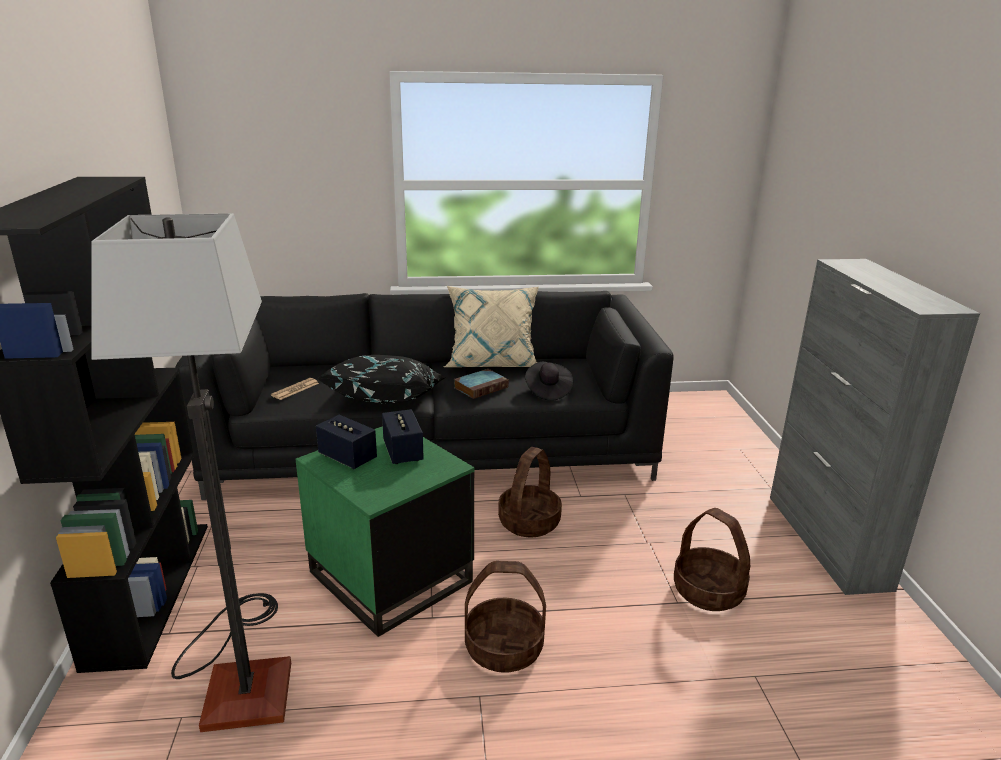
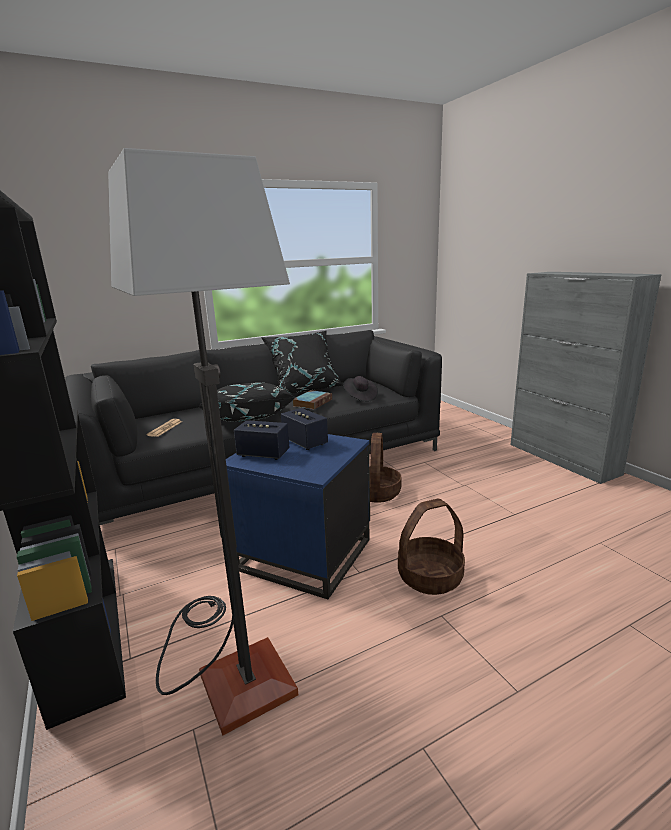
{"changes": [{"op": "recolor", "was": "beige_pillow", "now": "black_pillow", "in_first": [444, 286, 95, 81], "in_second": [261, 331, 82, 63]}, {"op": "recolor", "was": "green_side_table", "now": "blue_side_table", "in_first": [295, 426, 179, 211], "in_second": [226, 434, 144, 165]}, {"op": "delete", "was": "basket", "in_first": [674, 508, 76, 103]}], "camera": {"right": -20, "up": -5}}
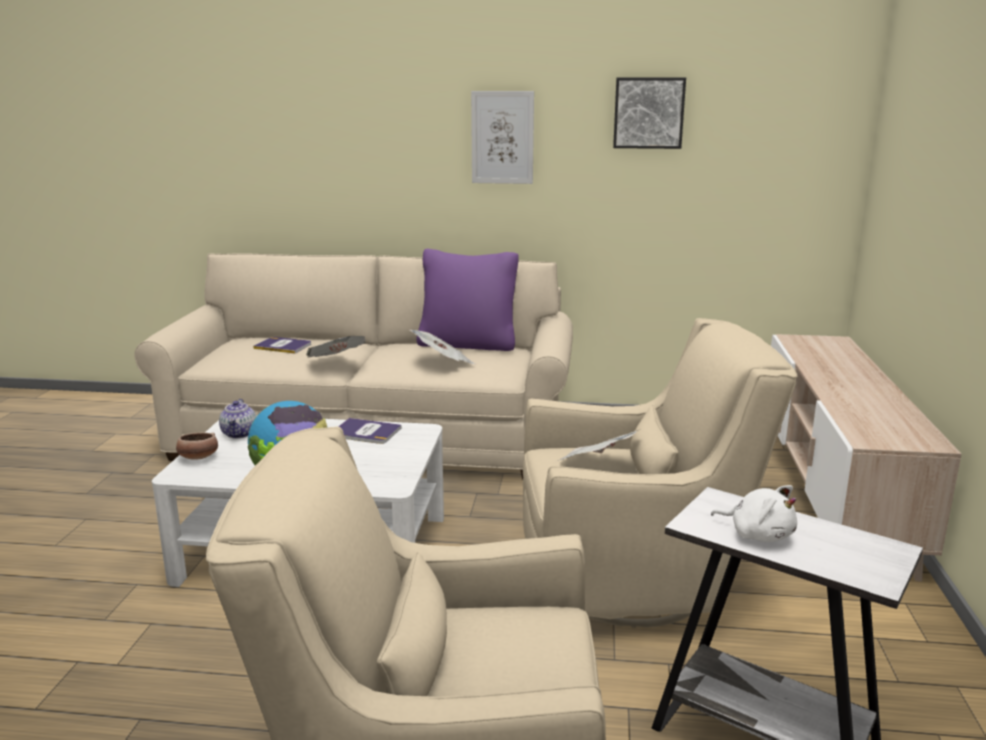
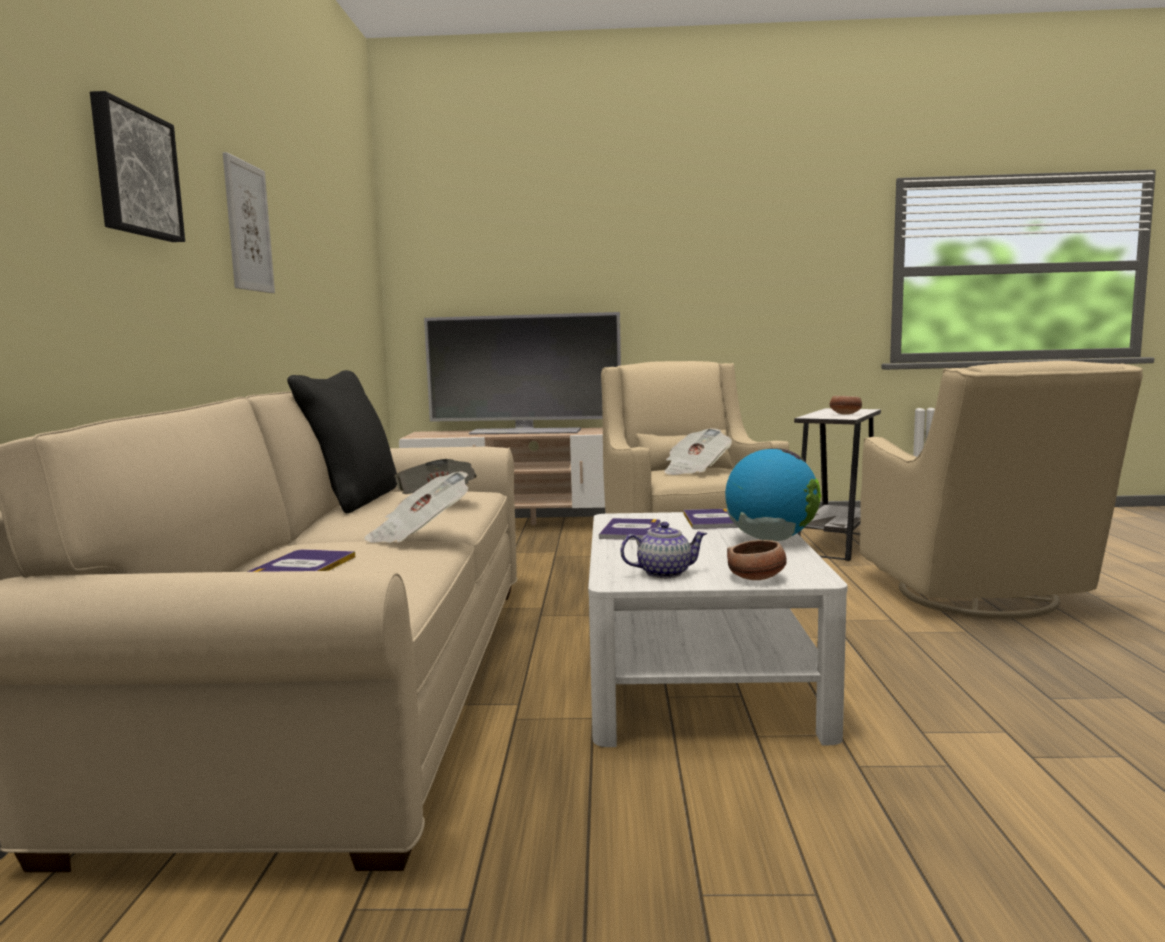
{"changes": [{"op": "move", "was": "picture", "in_first": [613, 78, 73, 71], "in_second": [90, 91, 95, 151]}, {"op": "recolor", "was": "purple_pillow", "now": "black_pillow", "in_first": [416, 249, 103, 102], "in_second": [287, 370, 110, 143]}, {"op": "replace", "was": "white_plush_toy", "now": "bowl", "in_first": [711, 485, 86, 57], "in_second": [830, 396, 32, 19]}, {"op": "insert", "now": "television", "in_second": [424, 312, 197, 122]}, {"op": "insert", "now": "book", "in_second": [683, 509, 55, 20]}], "camera": {"right": -95, "up": -10}}
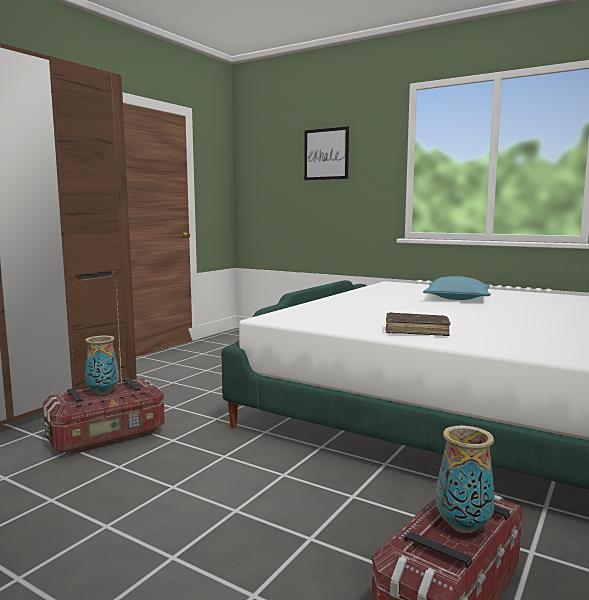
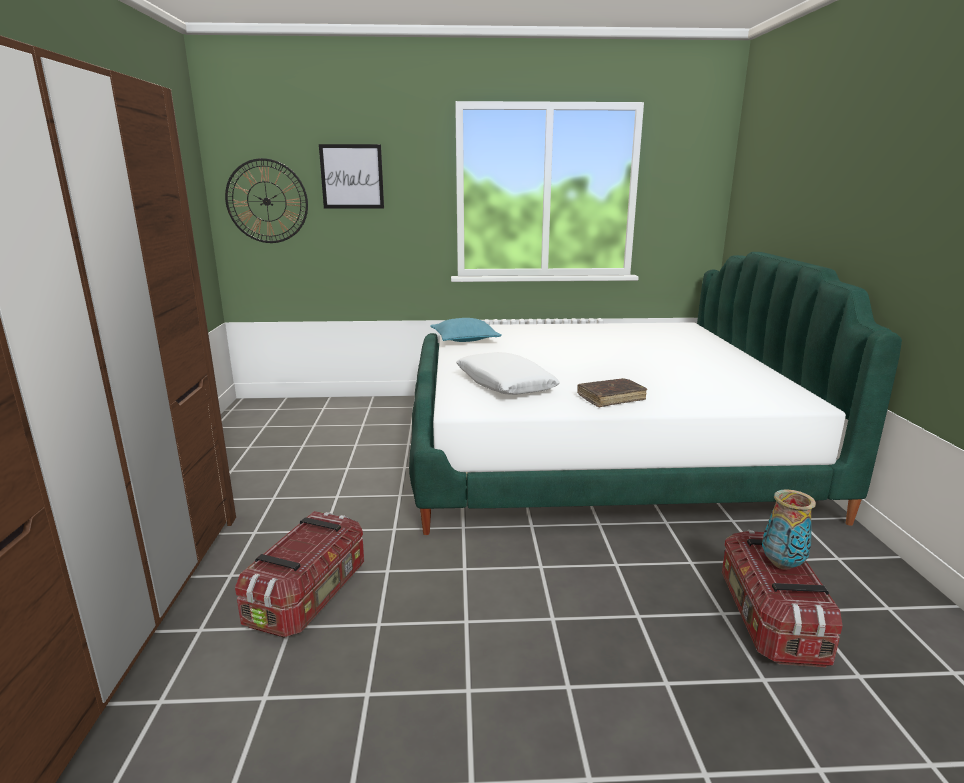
{"changes": [{"op": "move", "was": "turquoise_pillow", "in_first": [423, 276, 68, 24], "in_second": [430, 318, 72, 24]}, {"op": "delete", "was": "vase", "in_first": [85, 336, 34, 59]}, {"op": "insert", "now": "wall_clock", "in_second": [225, 158, 83, 85]}, {"op": "insert", "now": "white_pillow", "in_second": [456, 352, 104, 43]}], "camera": {"right": -35, "up": 10}}
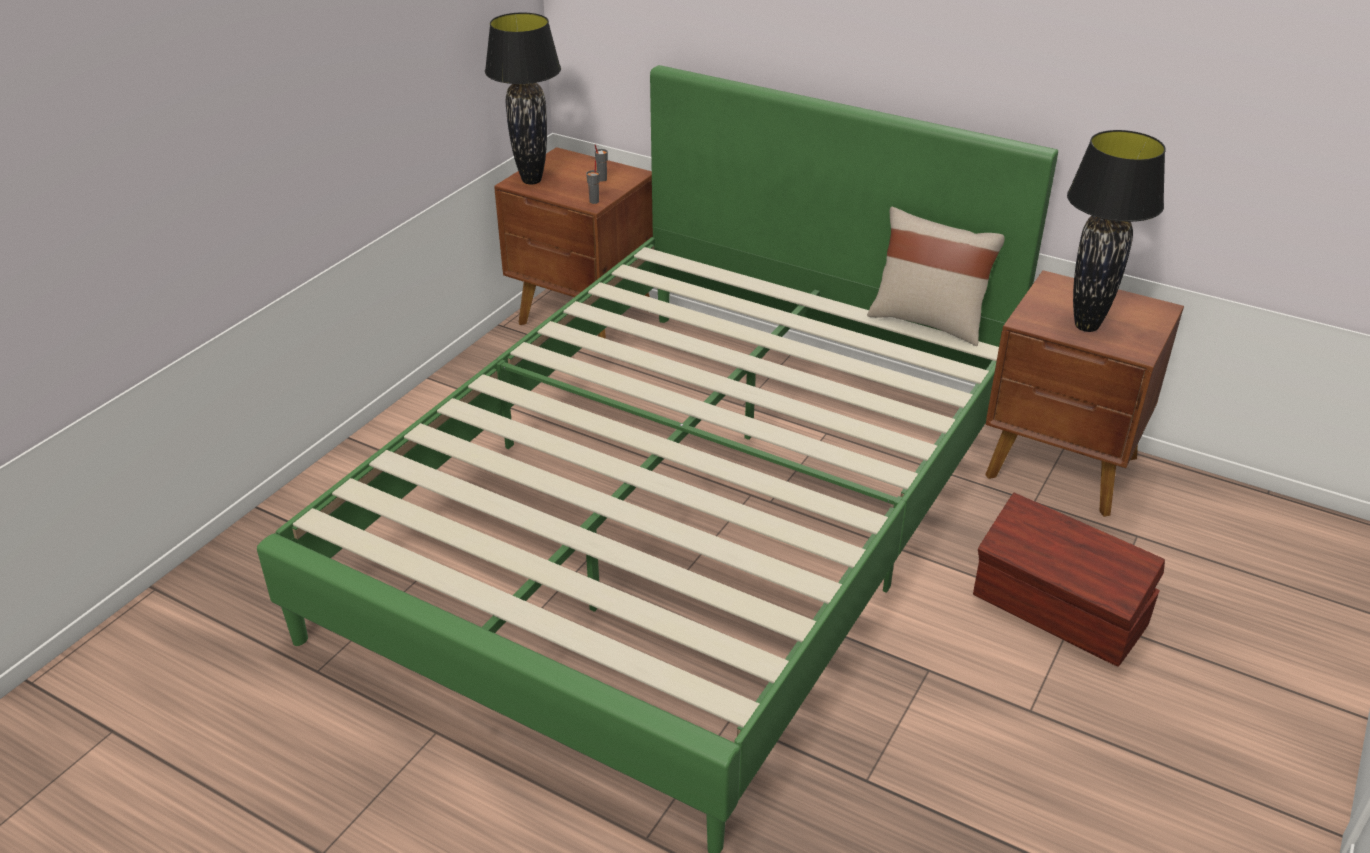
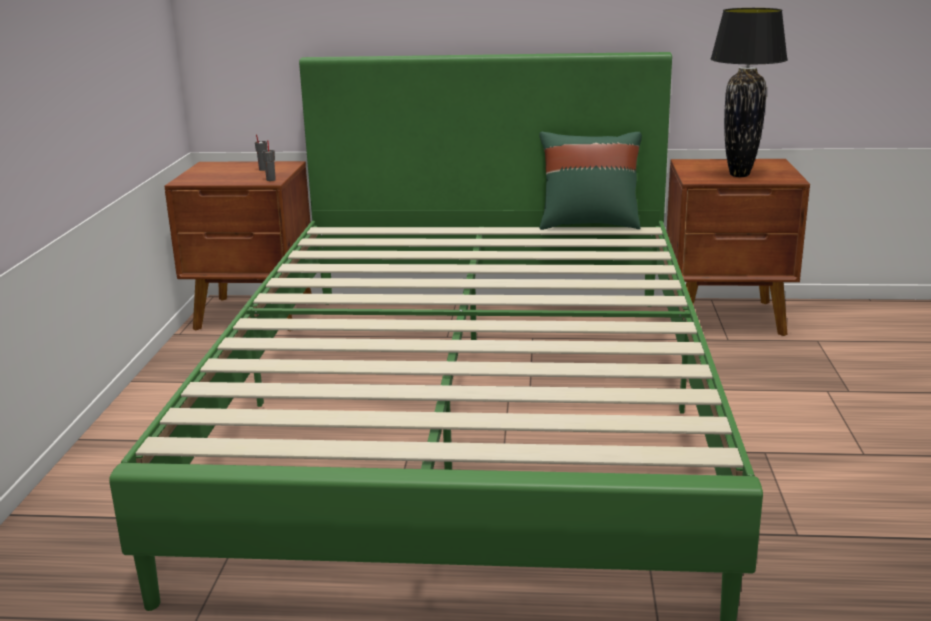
{"changes": [{"op": "delete", "was": "black_table_lamp", "in_first": [485, 13, 76, 171]}, {"op": "recolor", "was": "beige_pillow", "now": "green_pillow", "in_first": [867, 207, 138, 139], "in_second": [539, 132, 103, 98]}, {"op": "delete", "was": "brown_storage_box", "in_first": [973, 493, 192, 174]}], "camera": {"right": -25, "up": -15}}
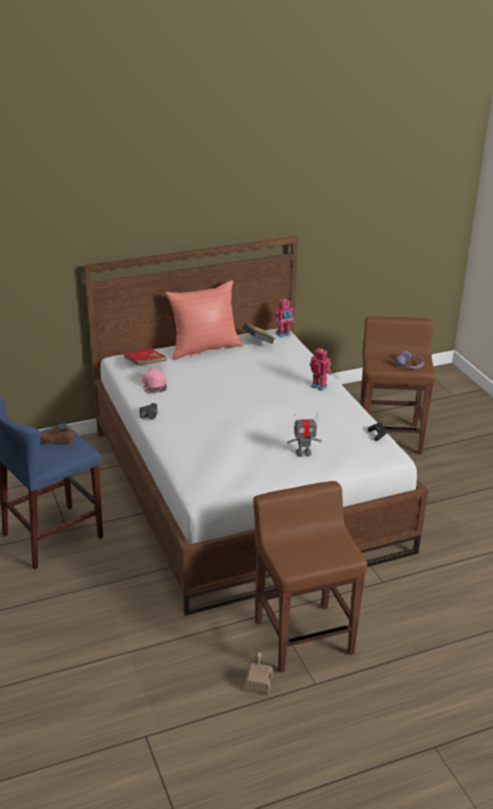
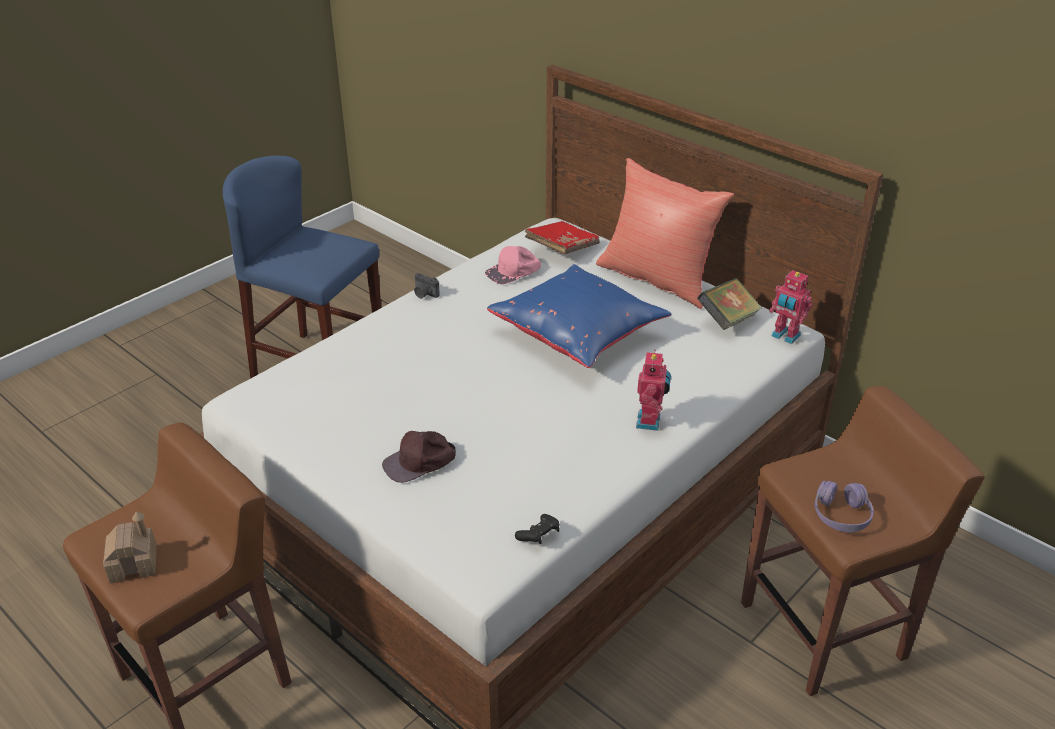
{"changes": [{"op": "replace", "was": "toy_robot", "now": "brown_cap", "in_first": [287, 414, 35, 43], "in_second": [382, 431, 74, 52]}, {"op": "delete", "was": "brown_shoe", "in_first": [40, 425, 34, 20]}, {"op": "move", "was": "toy_house", "in_first": [245, 652, 28, 43], "in_second": [103, 511, 54, 72]}, {"op": "insert", "now": "blue_pillow", "in_second": [487, 264, 185, 104]}], "camera": {"right": 65, "up": 5}}
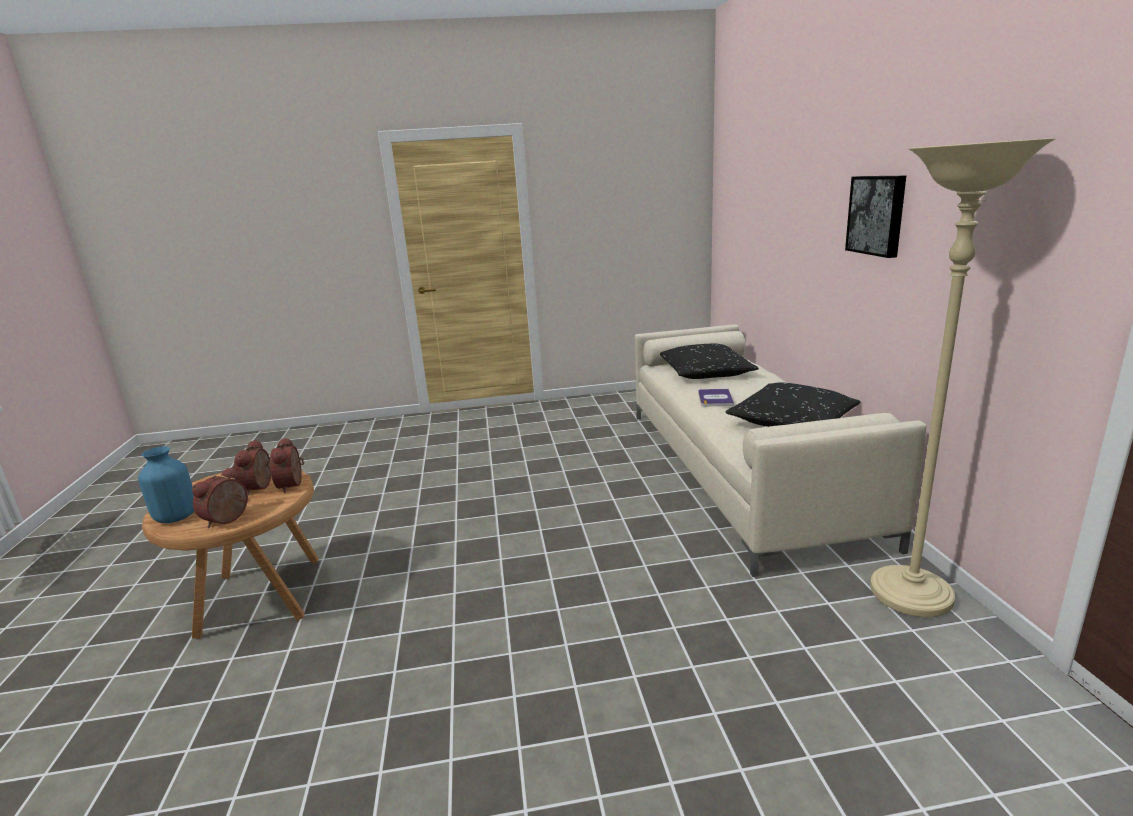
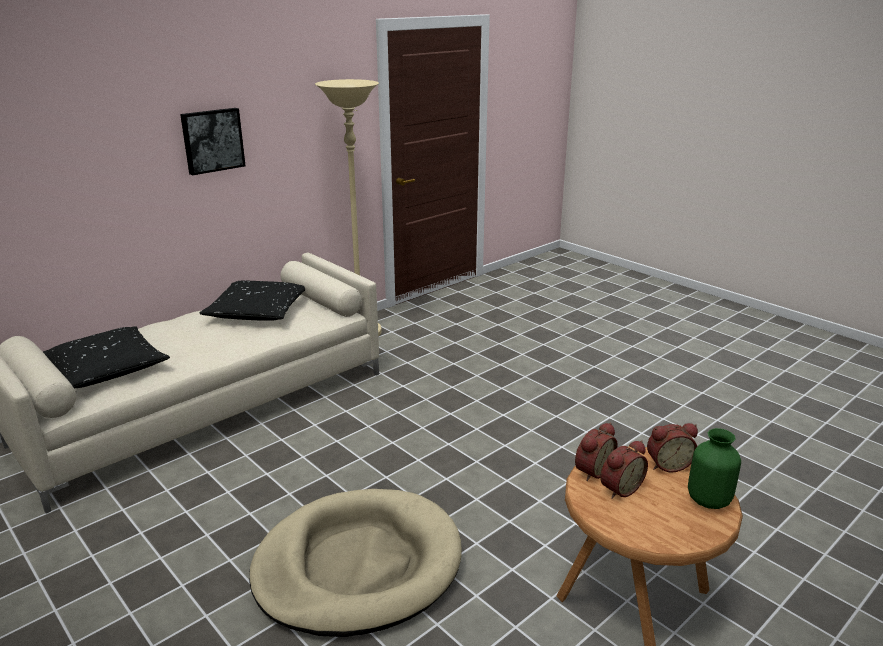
{"changes": [{"op": "delete", "was": "book", "in_first": [698, 389, 36, 17]}, {"op": "recolor", "was": "blue_vase", "now": "green_vase", "in_first": [138, 446, 56, 77], "in_second": [688, 428, 53, 81]}, {"op": "insert", "now": "beige_dog_bed", "in_second": [250, 489, 212, 148]}], "camera": {"right": -125, "up": 5}}
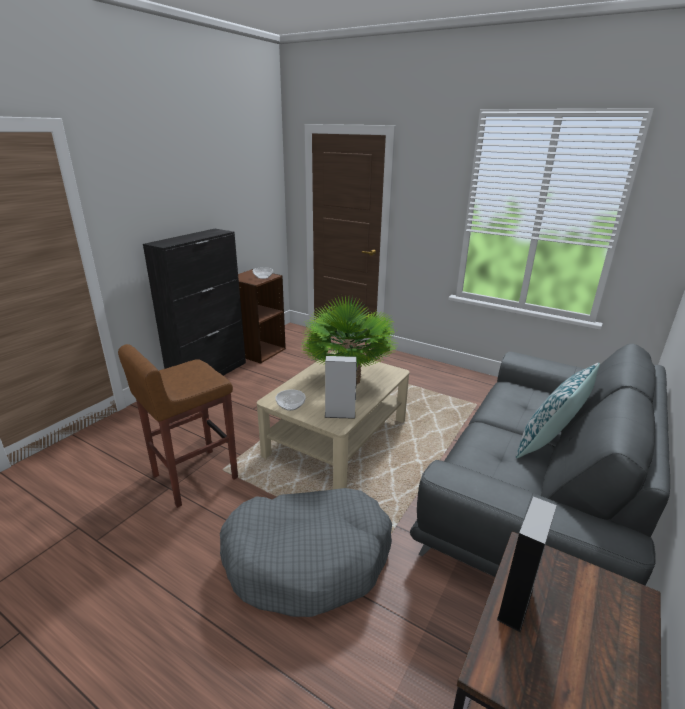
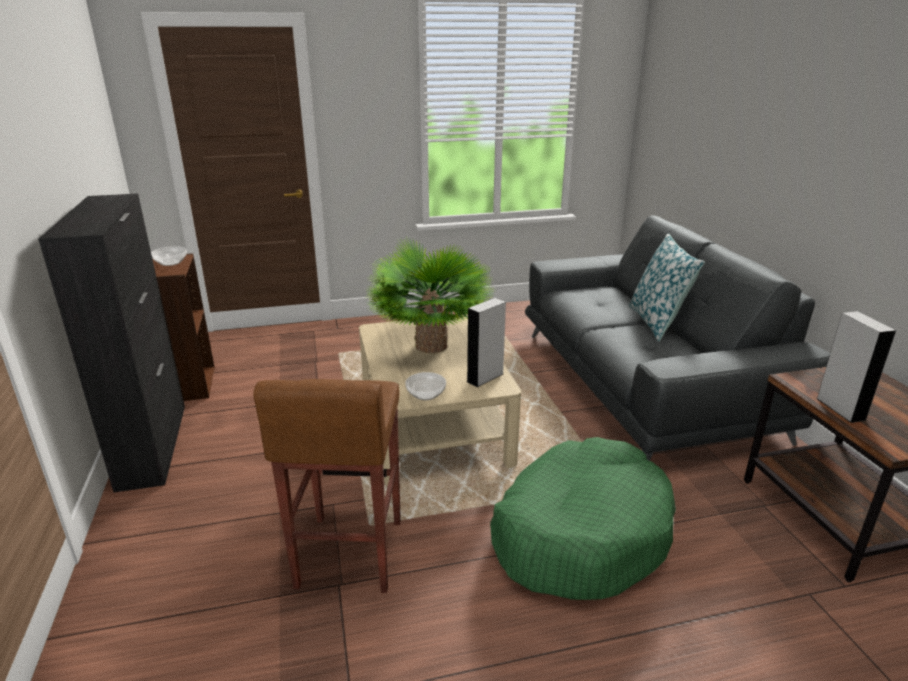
{"changes": [{"op": "recolor", "was": "grey_dog_bed", "now": "green_dog_bed", "in_first": [220, 488, 172, 129], "in_second": [490, 437, 186, 163]}], "camera": {"right": -45, "up": 0}}
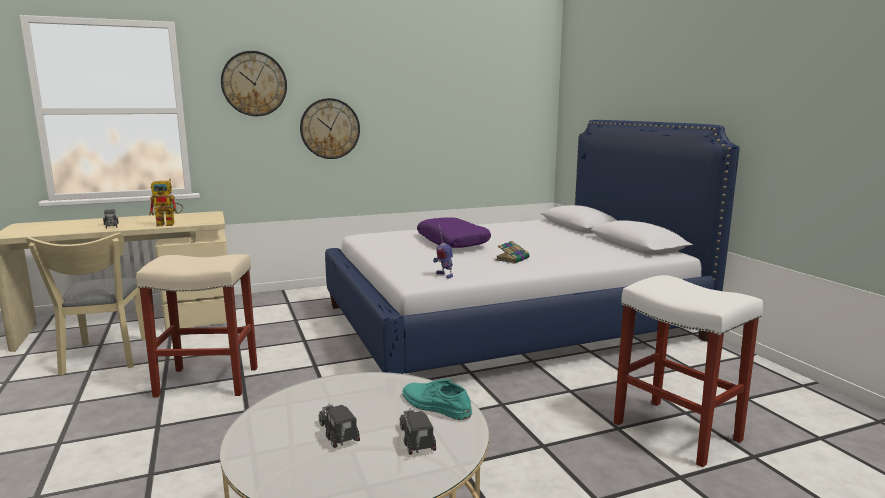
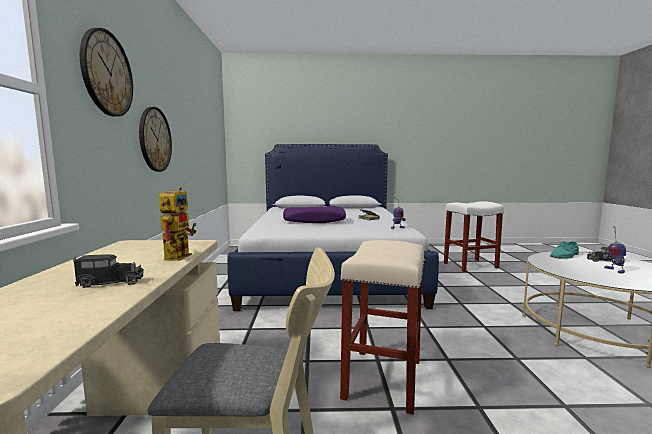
{"changes": [{"op": "replace", "was": "toy_truck", "now": "toy_robot", "in_first": [318, 404, 42, 44], "in_second": [603, 226, 23, 48]}], "camera": {"right": -70, "up": -5}}
